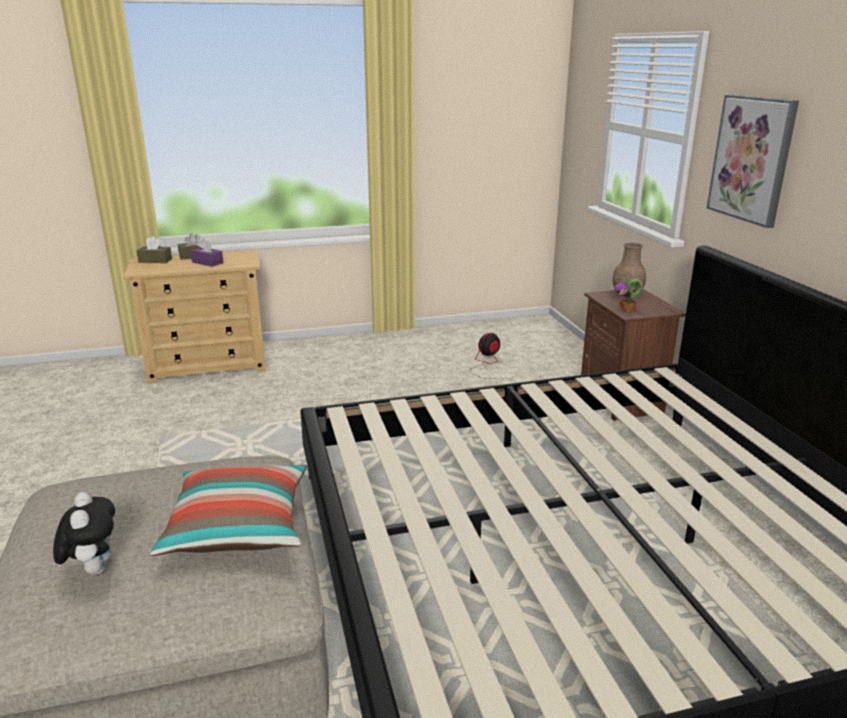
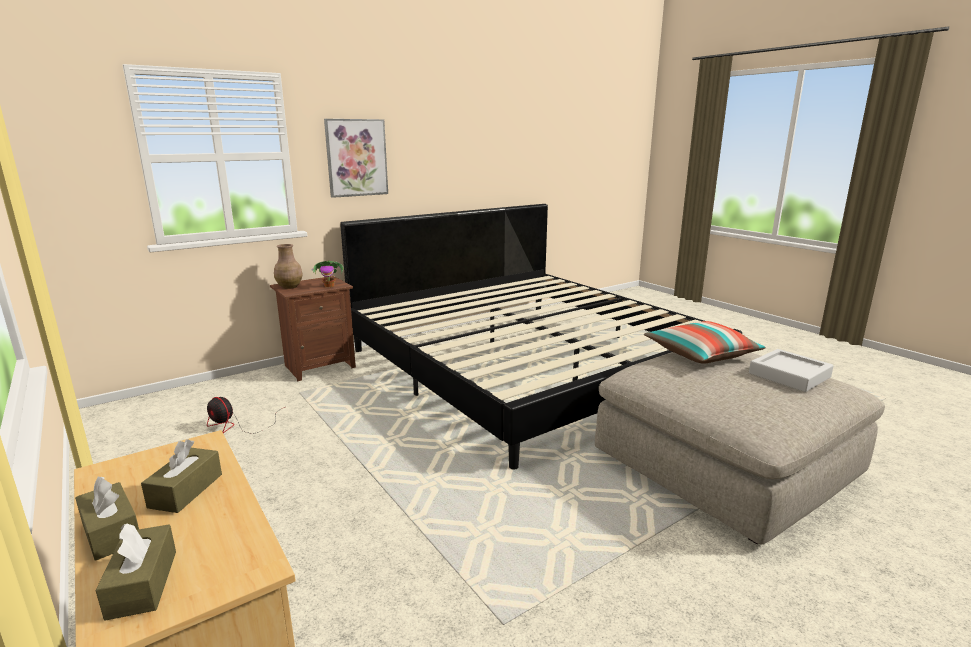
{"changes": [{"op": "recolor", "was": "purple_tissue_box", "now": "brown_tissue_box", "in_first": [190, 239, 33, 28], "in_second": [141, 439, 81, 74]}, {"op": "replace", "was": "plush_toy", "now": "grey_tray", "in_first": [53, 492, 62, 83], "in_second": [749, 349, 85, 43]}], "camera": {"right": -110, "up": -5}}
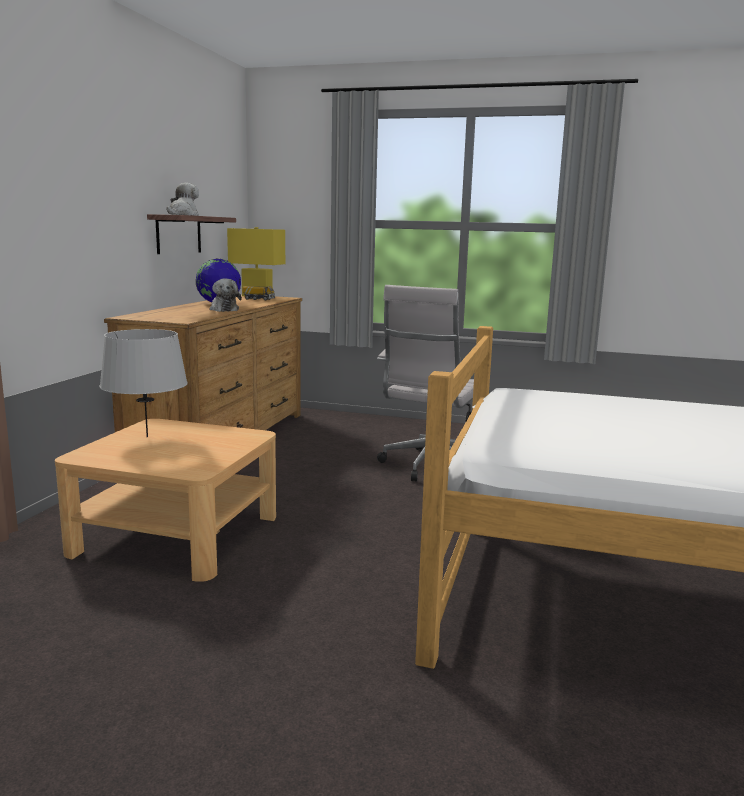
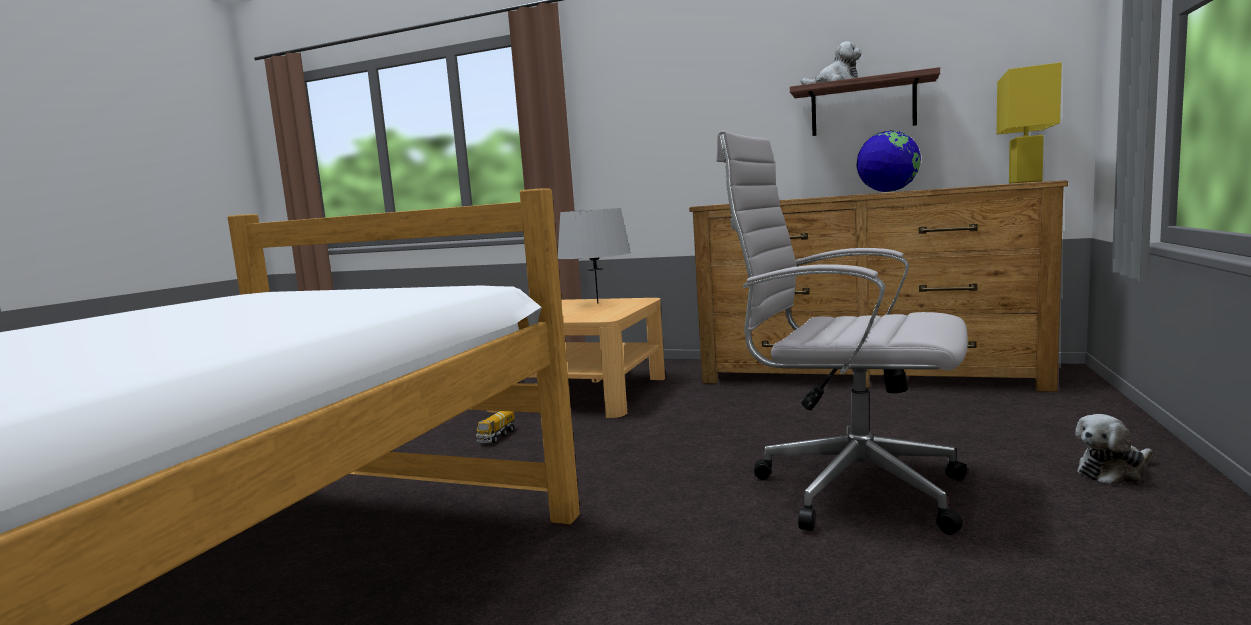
{"changes": [{"op": "move", "was": "plush_toy", "in_first": [209, 278, 33, 34], "in_second": [1075, 414, 77, 71]}, {"op": "move", "was": "toy_truck", "in_first": [243, 286, 32, 14], "in_second": [476, 411, 39, 32]}], "camera": {"right": 95, "up": -5}}
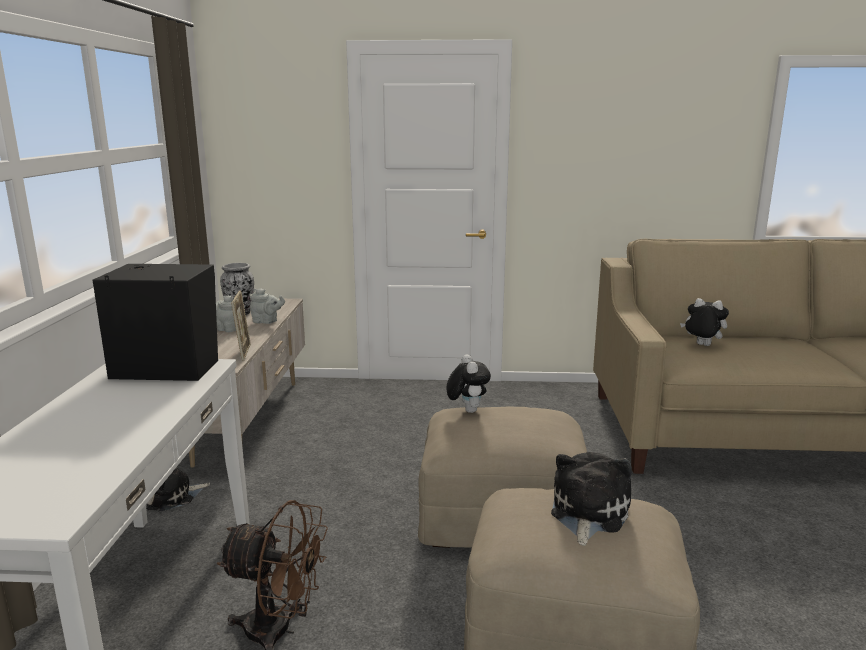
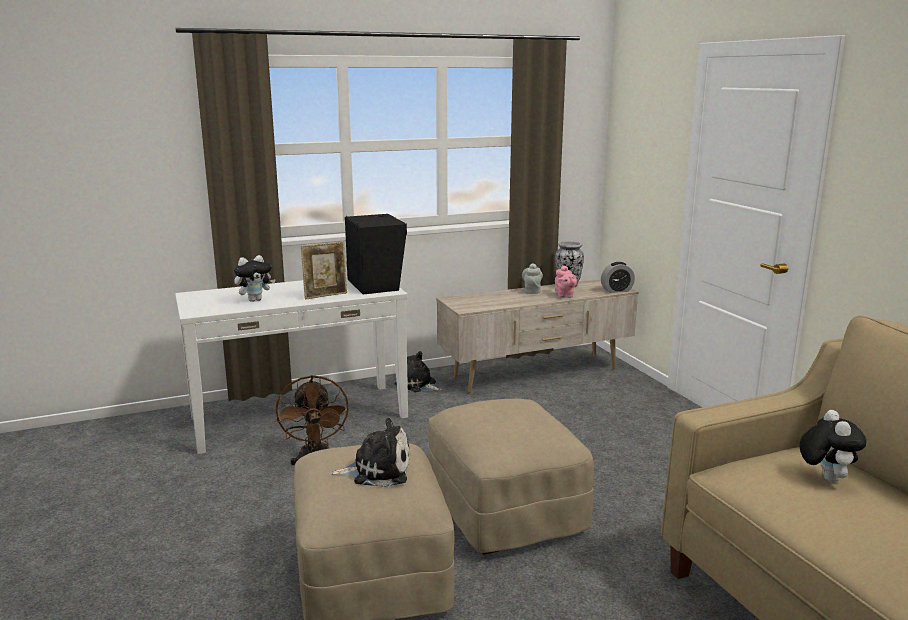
{"changes": [{"op": "recolor", "was": "grey_teapot", "now": "pink_teapot", "in_first": [250, 288, 35, 36], "in_second": [555, 265, 22, 33]}, {"op": "move", "was": "picture_frame", "in_first": [231, 290, 20, 71], "in_second": [301, 242, 46, 58]}, {"op": "move", "was": "plush_toy", "in_first": [446, 354, 45, 59], "in_second": [234, 255, 42, 47]}, {"op": "insert", "now": "alarm_clock", "in_second": [601, 262, 34, 31]}], "camera": {"right": 65, "up": 0}}
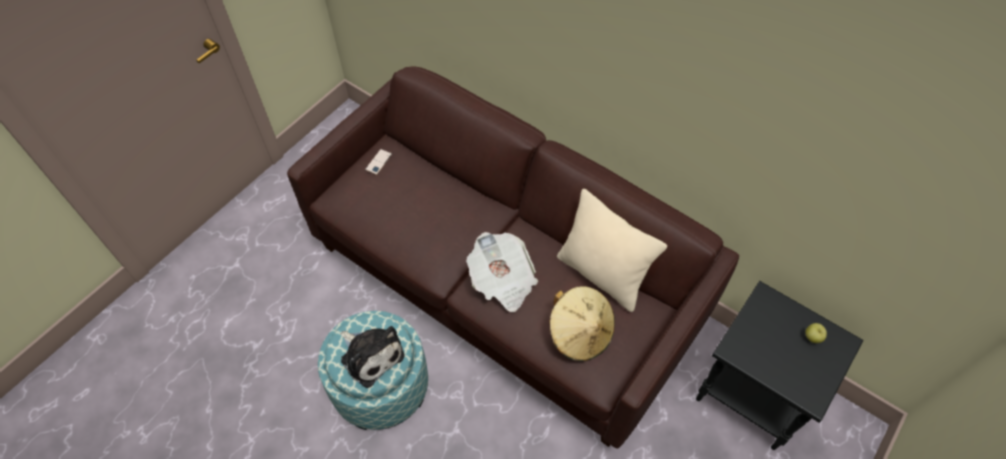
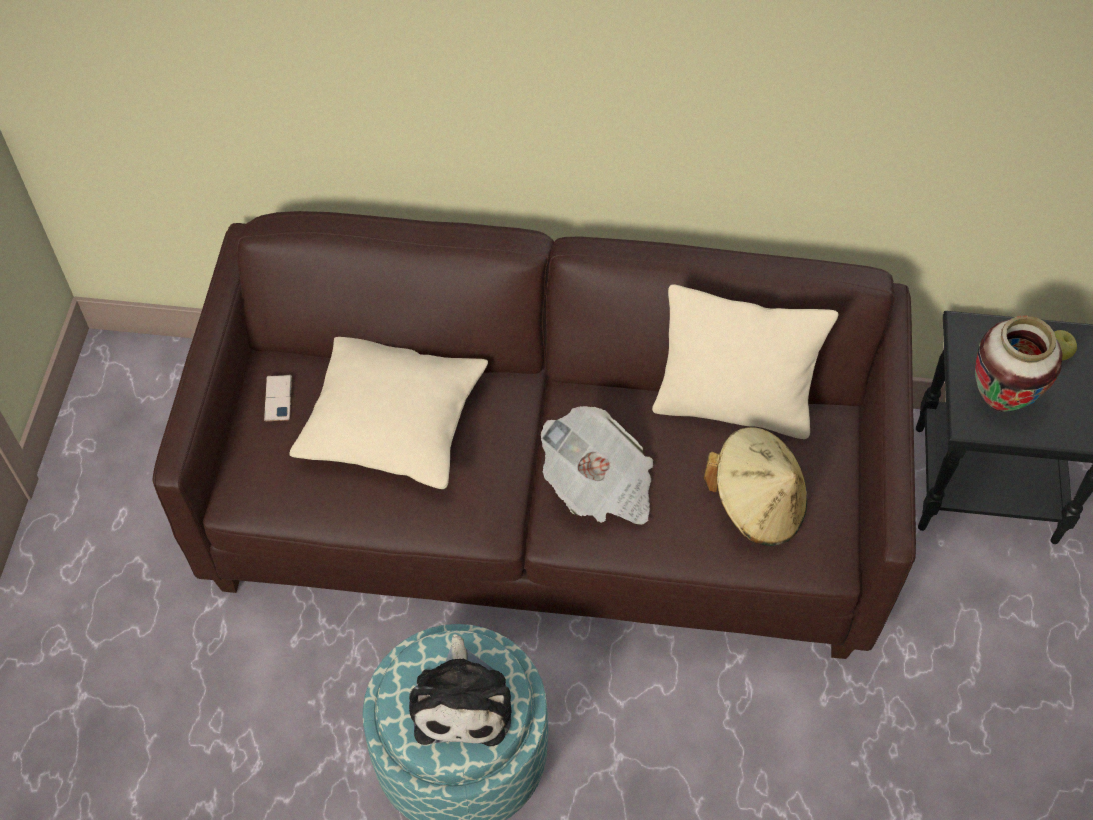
{"changes": [{"op": "rotate", "was": "plush_toy", "in_first": [340, 326, 64, 62], "in_second": [409, 634, 103, 112], "clockwise": 75}, {"op": "insert", "now": "vase", "in_second": [975, 316, 88, 96]}, {"op": "insert", "now": "beige_pillow", "in_second": [289, 337, 199, 152]}], "camera": {"right": -30, "up": 0}}
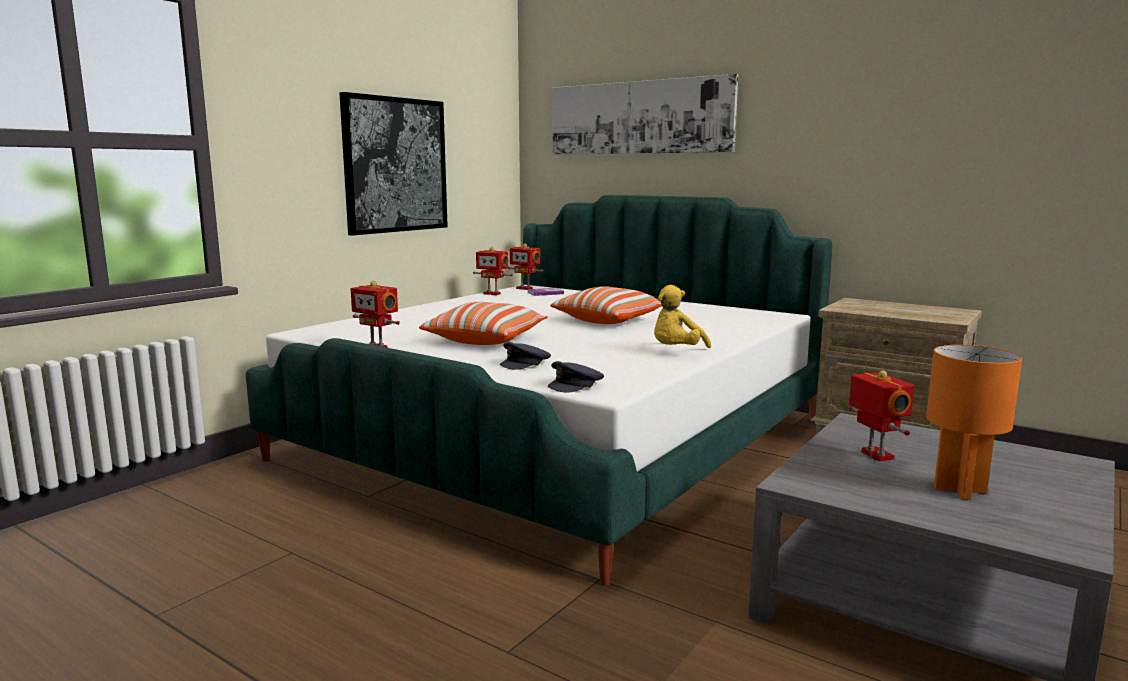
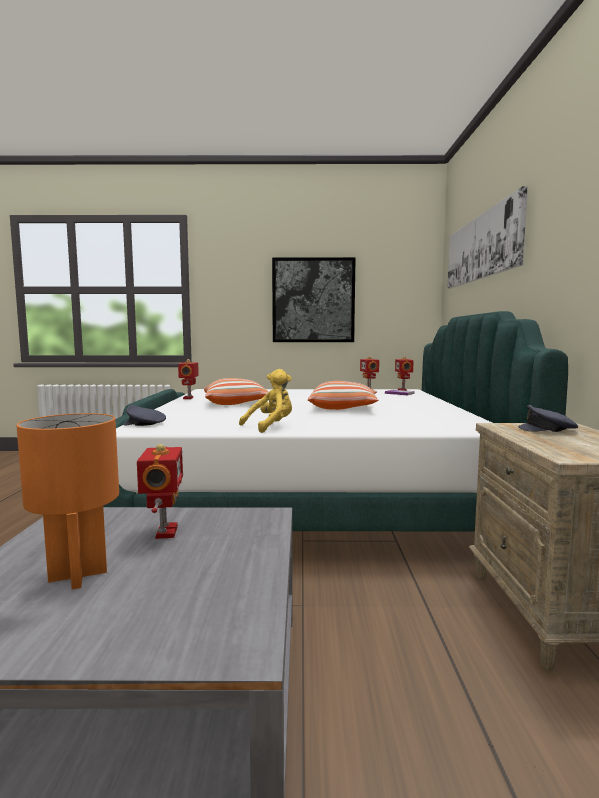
{"changes": [{"op": "rotate", "was": "yellow_plush_toy", "in_first": [654, 285, 57, 63], "in_second": [239, 369, 53, 64], "clockwise": 135}, {"op": "move", "was": "grey_cap", "in_first": [500, 342, 51, 28], "in_second": [518, 405, 60, 27]}, {"op": "rotate", "was": "toy_robot", "in_first": [849, 371, 65, 90], "in_second": [137, 444, 46, 95], "clockwise": -45}], "camera": {"right": 55, "up": -5}}
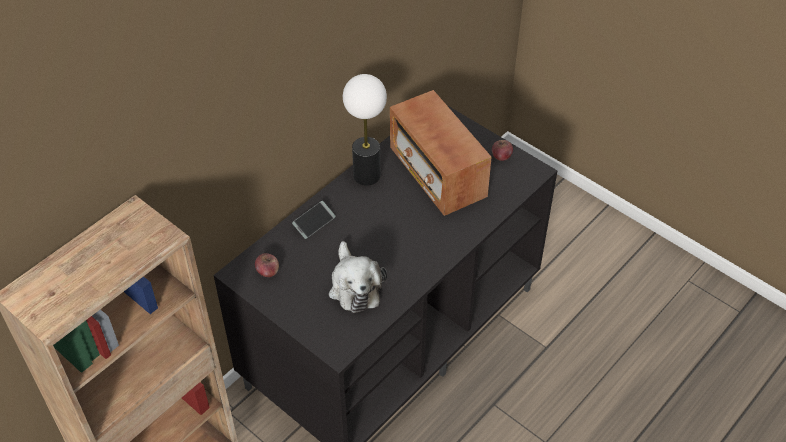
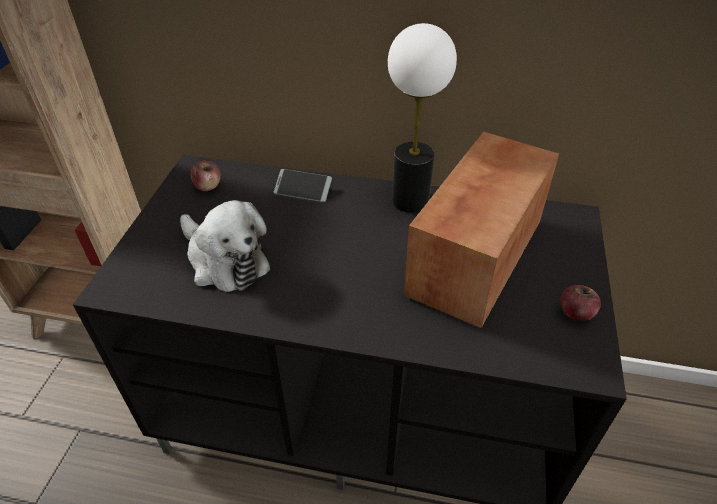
{"changes": [{"op": "rotate", "was": "plush_toy", "in_first": [329, 241, 58, 72], "in_second": [180, 200, 90, 92], "clockwise": -90}], "camera": {"right": 60, "up": -5}}
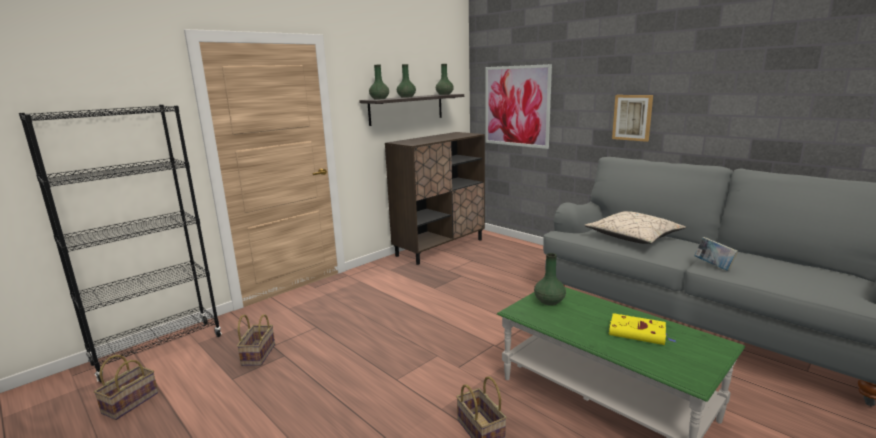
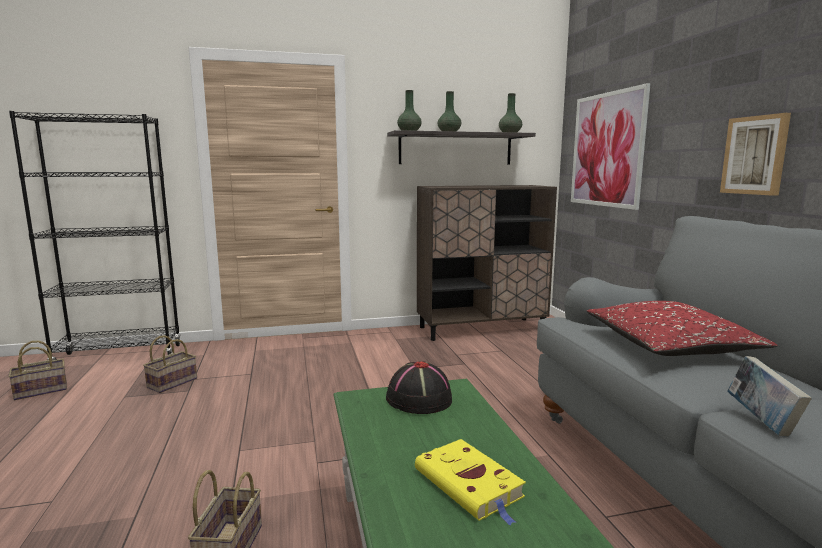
{"changes": [{"op": "recolor", "was": "beige_pillow", "now": "red_pillow", "in_first": [585, 211, 101, 33], "in_second": [587, 301, 191, 55]}, {"op": "replace", "was": "green_vase", "now": "black_hat", "in_first": [534, 253, 32, 52], "in_second": [386, 361, 66, 53]}], "camera": {"right": 30, "up": -5}}
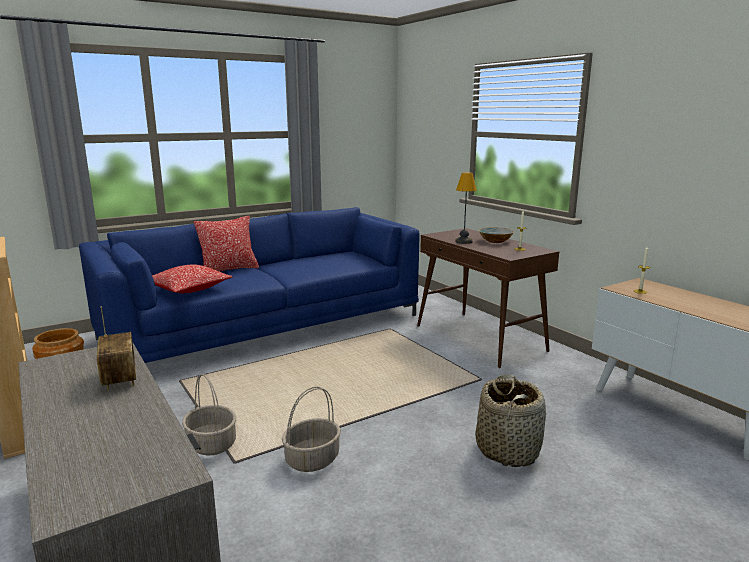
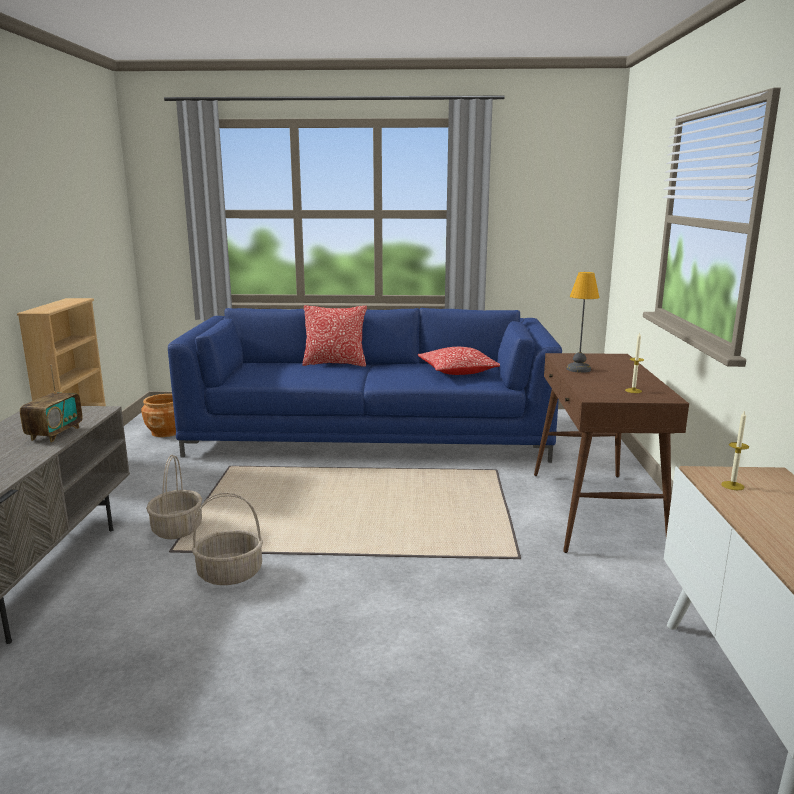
{"changes": [{"op": "delete", "was": "bowl", "in_first": [479, 227, 35, 16]}, {"op": "move", "was": "pillow", "in_first": [152, 265, 81, 28], "in_second": [418, 347, 82, 28]}, {"op": "delete", "was": "basket", "in_first": [476, 374, 70, 93]}], "camera": {"right": 35, "up": 0}}
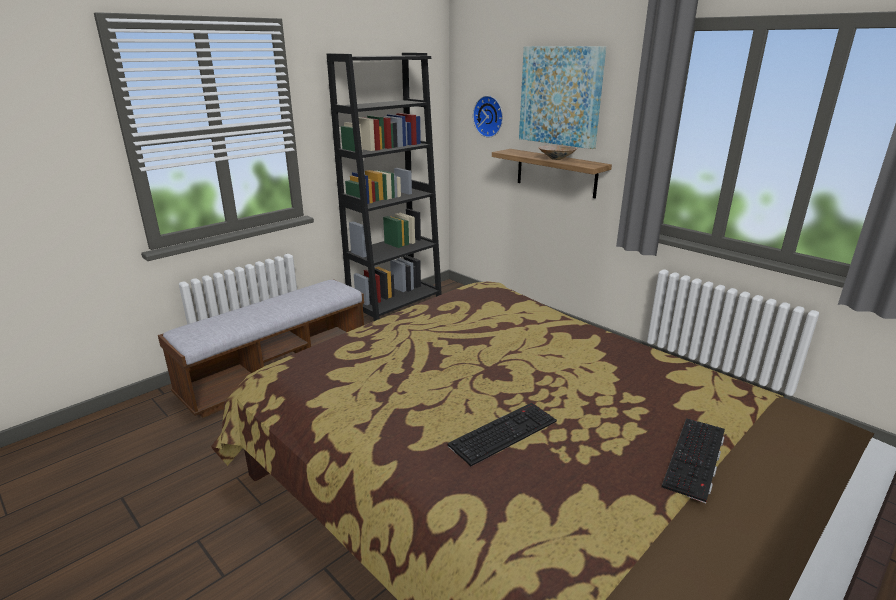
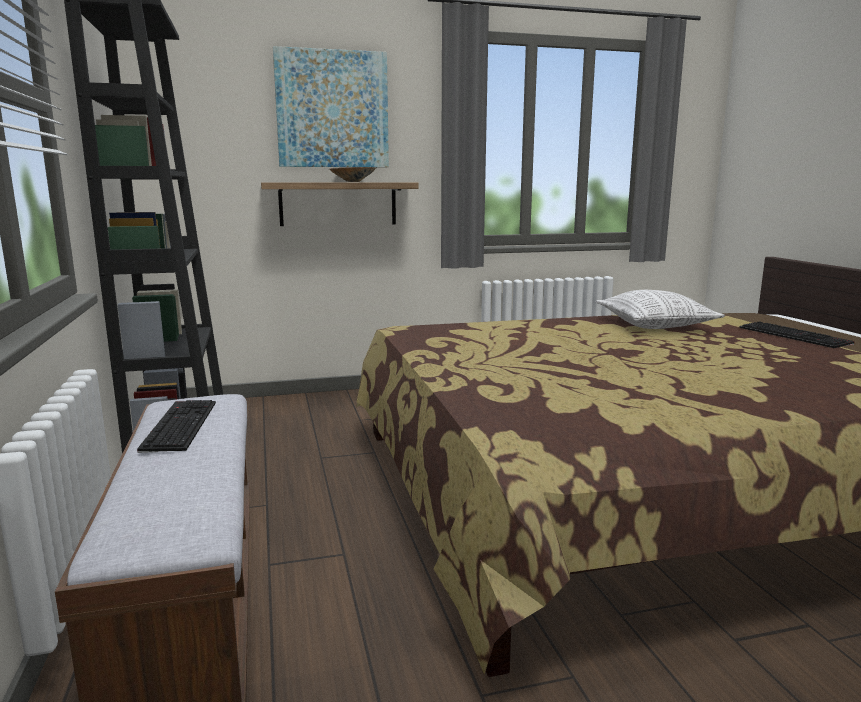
{"changes": [{"op": "delete", "was": "wall_clock", "in_first": [473, 96, 30, 42]}, {"op": "move", "was": "keyboard", "in_first": [447, 403, 110, 63], "in_second": [137, 400, 79, 53]}, {"op": "insert", "now": "pillow", "in_second": [596, 290, 129, 39]}], "camera": {"right": -60, "up": -10}}
